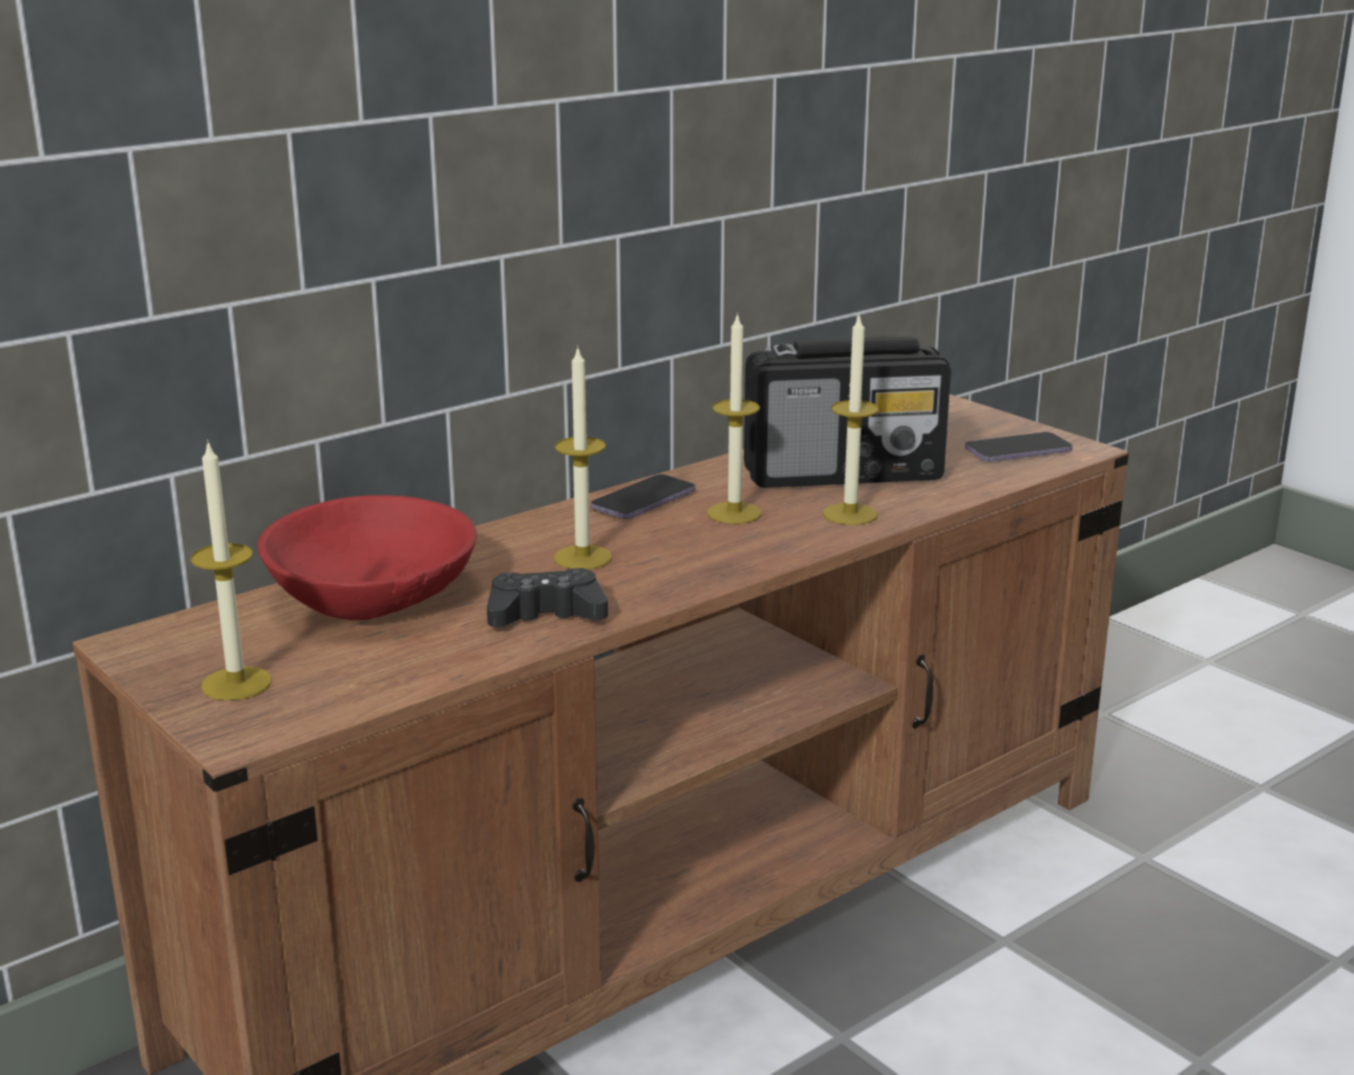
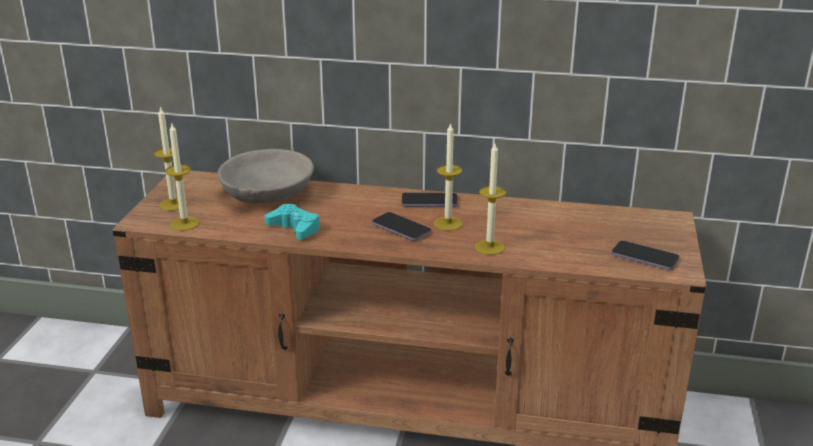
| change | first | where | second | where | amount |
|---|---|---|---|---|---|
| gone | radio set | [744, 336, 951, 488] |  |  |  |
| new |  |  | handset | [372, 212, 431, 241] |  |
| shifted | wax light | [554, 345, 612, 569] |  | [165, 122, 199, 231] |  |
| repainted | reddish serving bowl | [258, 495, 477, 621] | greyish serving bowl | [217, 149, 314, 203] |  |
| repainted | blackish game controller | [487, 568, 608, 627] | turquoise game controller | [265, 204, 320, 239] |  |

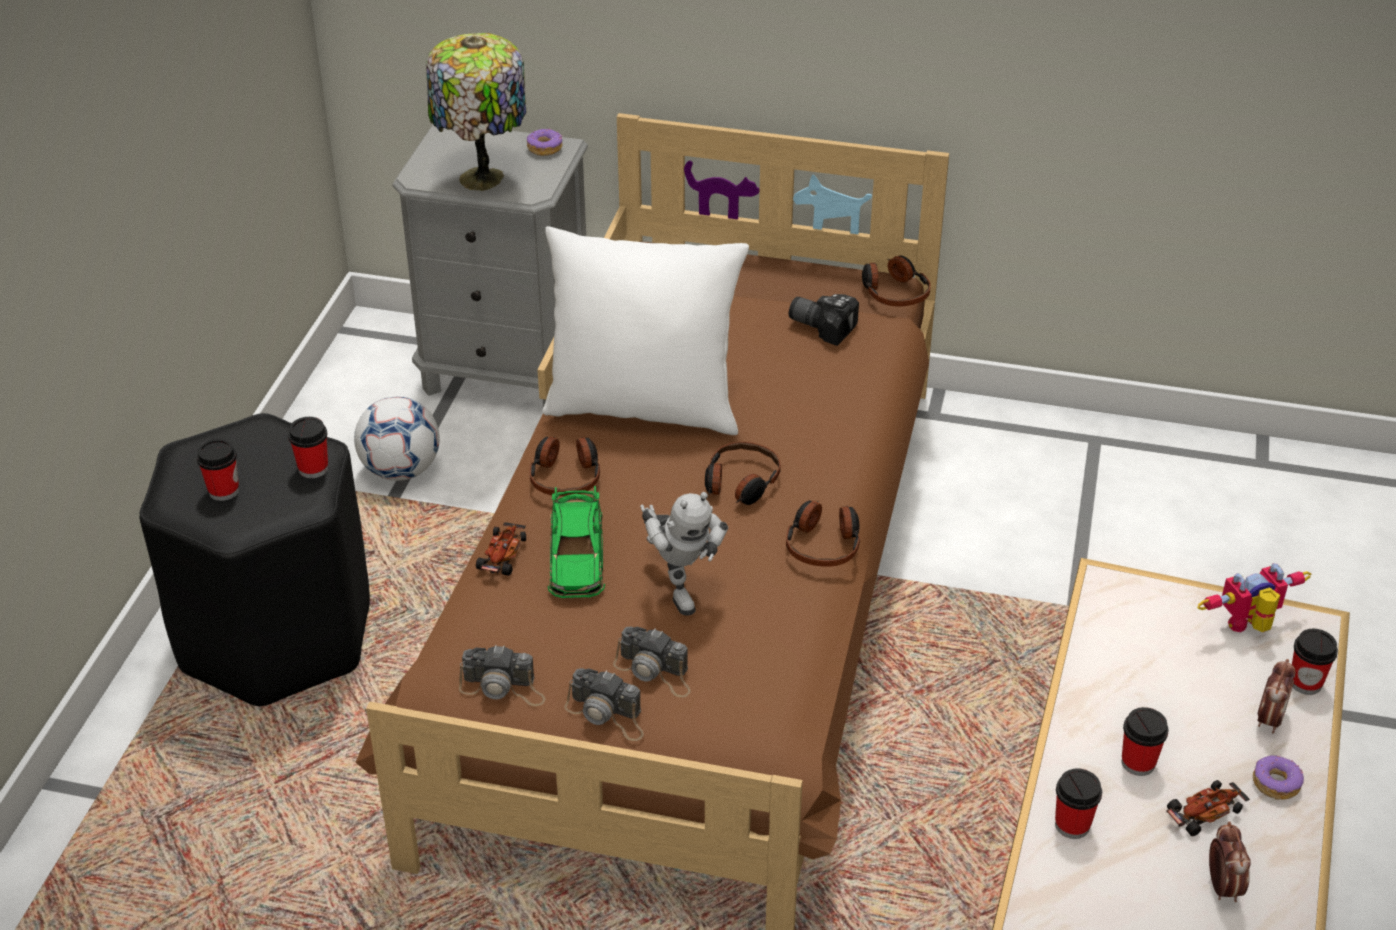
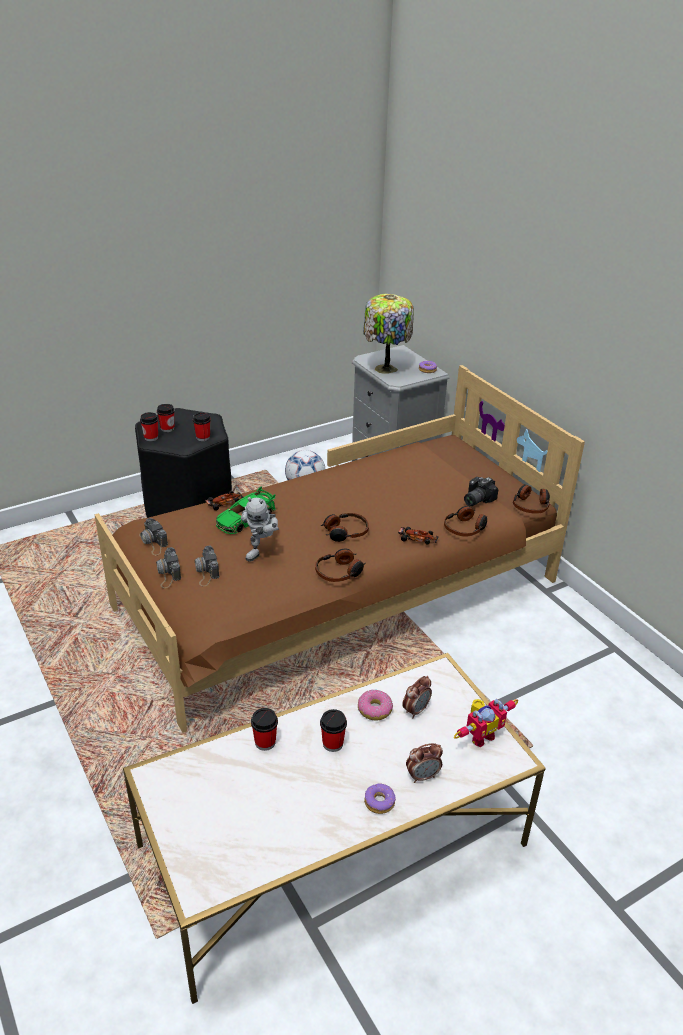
| change | first | where | second | where | amount |
|---|---|---|---|---|---|
| gone | whitish pillow | [542, 226, 749, 435] |  |  |  |
| new |  |  | donut | [358, 690, 393, 721] |  |
| shifted | headset | [530, 437, 600, 496] |  | [444, 506, 487, 537] |  |
| shifted | model car | [1167, 780, 1250, 836] |  | [398, 527, 439, 544] |  |
| shifted | bedside clock | [1209, 821, 1251, 902] |  | [402, 676, 432, 718] |  |
| shifted | cup | [1292, 629, 1338, 695] |  | [140, 412, 158, 442] |  |
| rotated | still camera | [789, 294, 859, 346] |  | [464, 477, 498, 506] | 120 degrees counterclockwise |
| rotated | toy robot | [1197, 563, 1311, 632] |  | [454, 699, 519, 747] | 120 degrees clockwise |

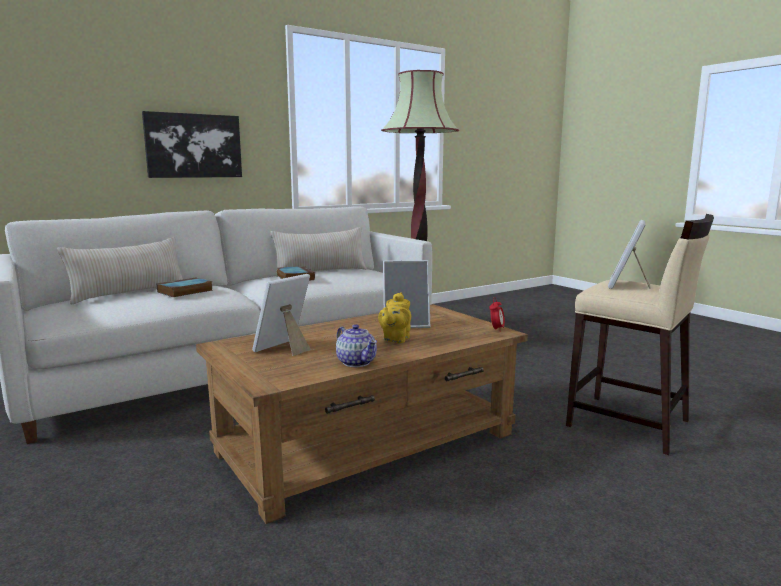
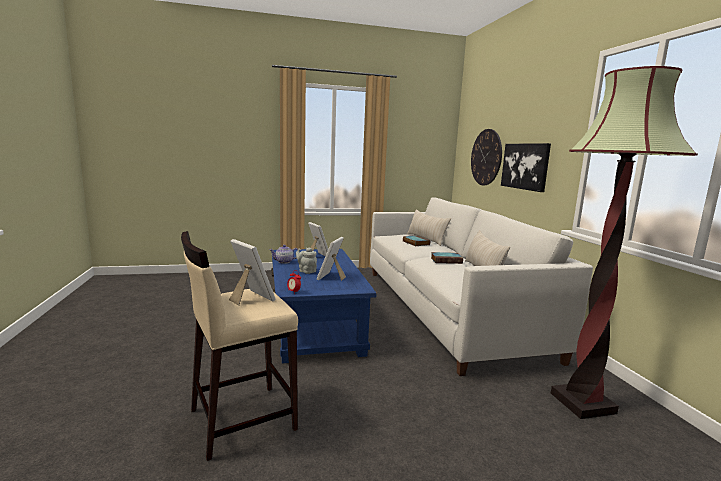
| change | first | where | second | where | amount |
|---|---|---|---|---|---|
| new |  |  | hanging clock | [471, 129, 502, 185] |  |
| repainted | brown-coloured low table | [196, 304, 528, 524] | blue-coloured low table | [271, 249, 377, 363] |  |
| repainted | yellow teapot | [378, 292, 411, 343] | greyish teapot | [296, 247, 317, 274] |  |

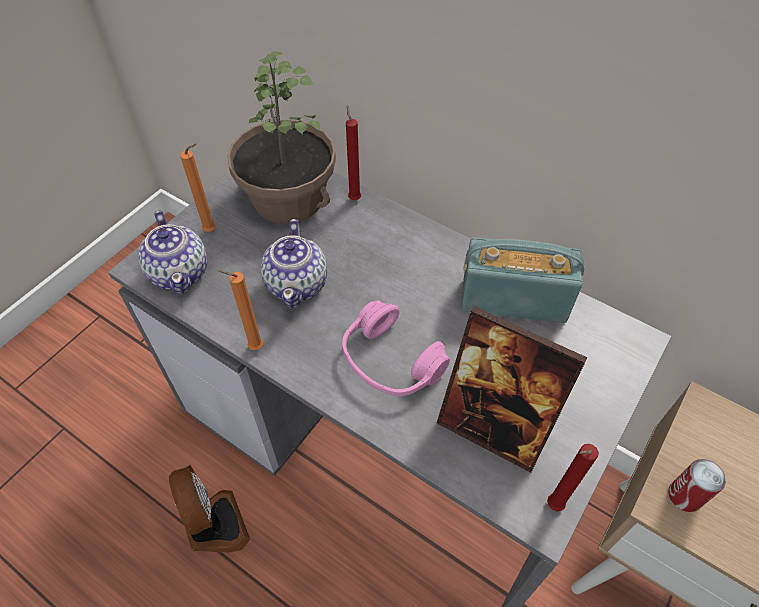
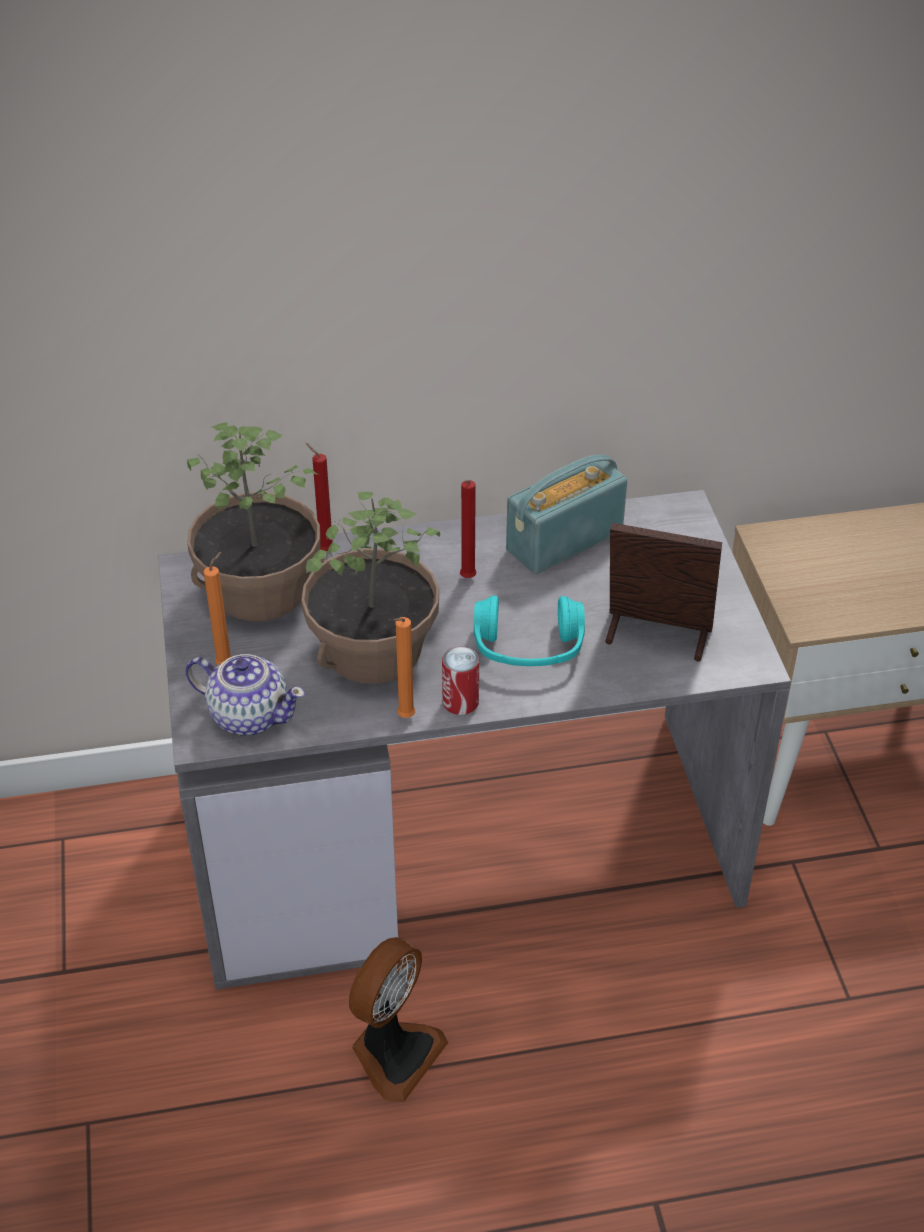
| change | first | where | second | where | amount |
|---|---|---|---|---|---|
| shifted | reddish wax light | [547, 444, 599, 512] |  | [460, 480, 477, 578] |  |
| shifted | metal can | [668, 459, 726, 512] |  | [442, 646, 479, 715] |  |
| swapped | teapot | [261, 219, 327, 308] | potted plant | [301, 492, 440, 684] |  |
| repainted | pinkish headset | [342, 301, 450, 396] | turquoise headset | [473, 596, 585, 666] |  |
| rotated | fan | [169, 465, 250, 553] |  | [349, 937, 448, 1102] | 105 degrees clockwise |
| rotated | standing frame | [437, 306, 587, 473] |  | [605, 523, 722, 661] | 150 degrees counterclockwise |

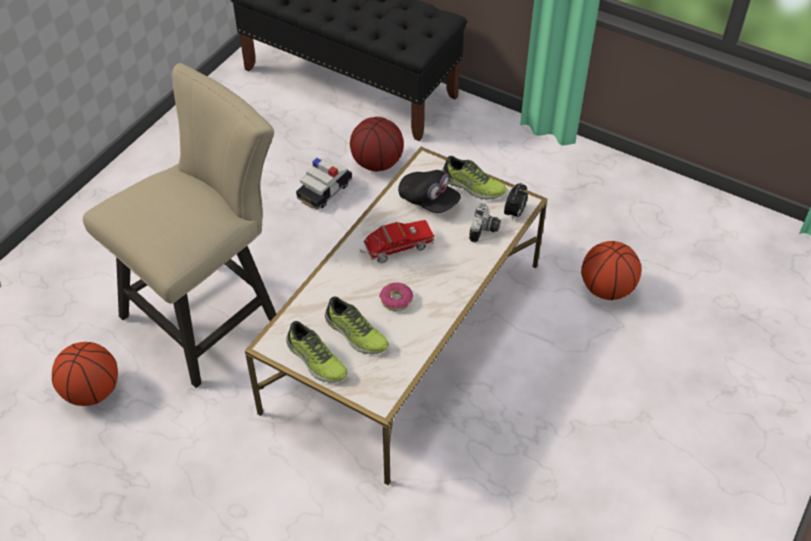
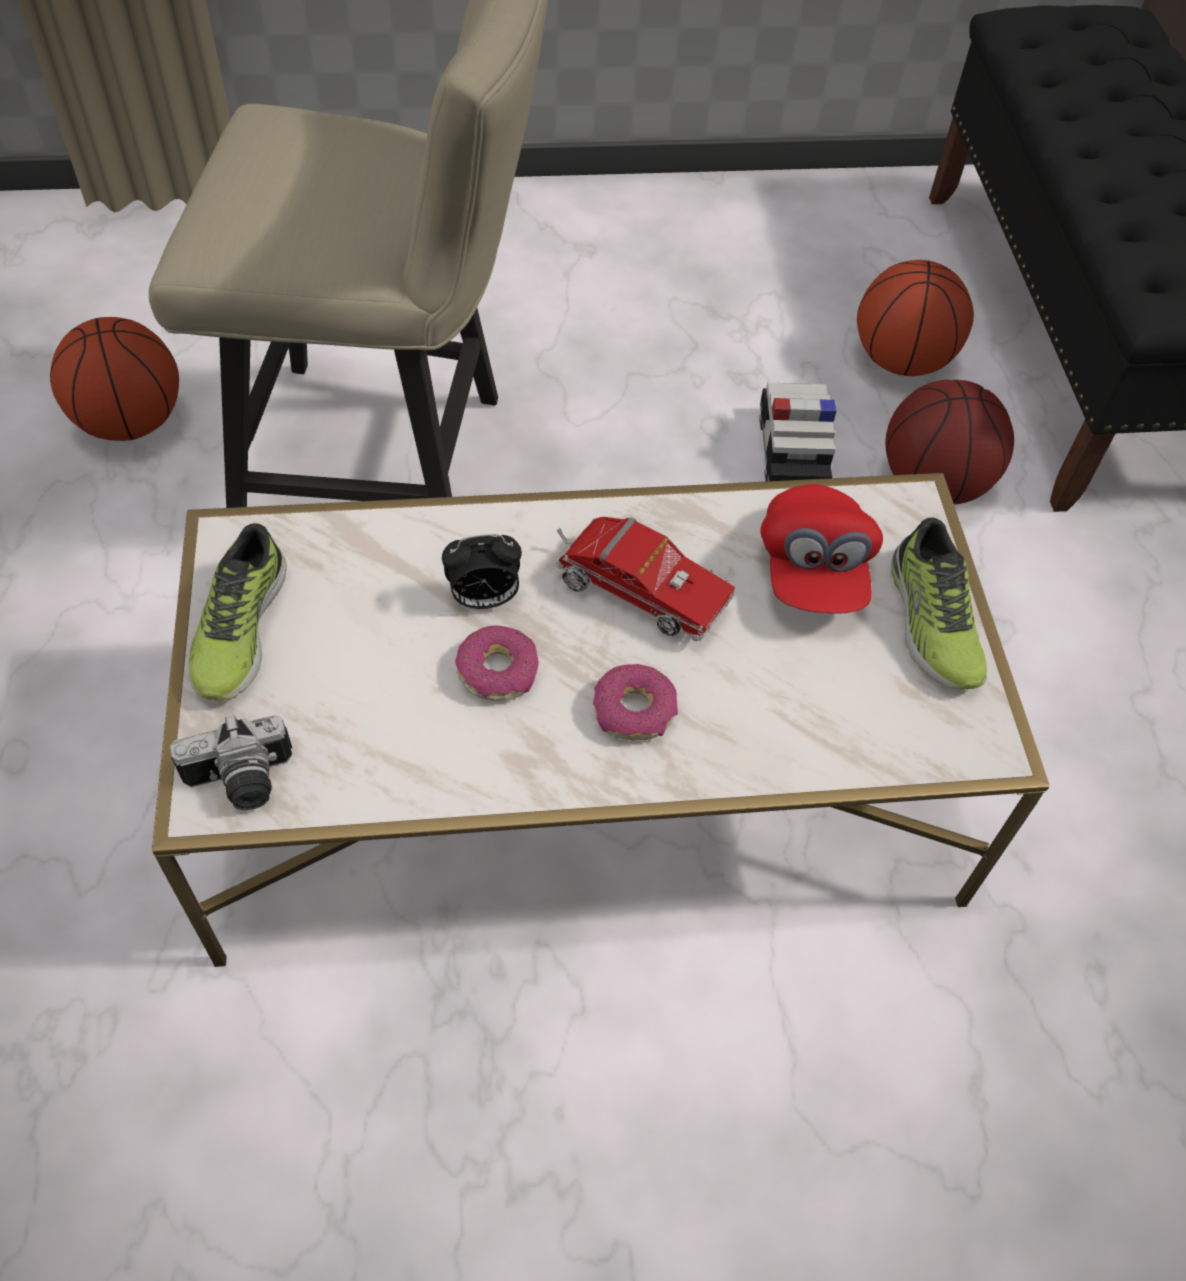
| change | first | where | second | where | amount |
|---|---|---|---|---|---|
| gone | shoe | [325, 297, 389, 354] |  |  |  |
| new |  |  | donut | [593, 664, 678, 741] |  |
| shifted | still camera | [469, 202, 501, 243] |  | [170, 715, 292, 810] |  |
| shifted | bedside clock | [504, 183, 528, 220] |  | [442, 534, 522, 609] |  |
| shifted | basketball ball | [581, 241, 641, 300] |  | [857, 260, 974, 376] |  |
| repainted | blackish cap | [398, 170, 461, 213] | reddish cap | [760, 484, 883, 614] |  |
| rotated | model car | [296, 157, 352, 210] |  | [759, 383, 837, 481] | 90 degrees clockwise |

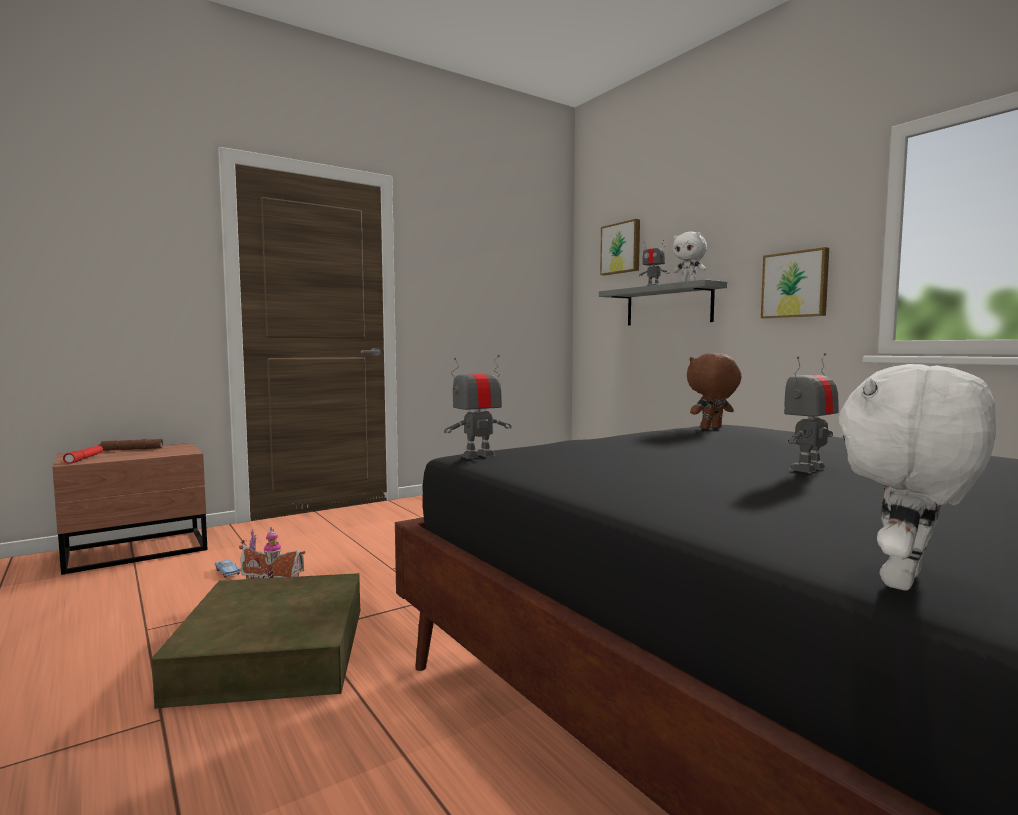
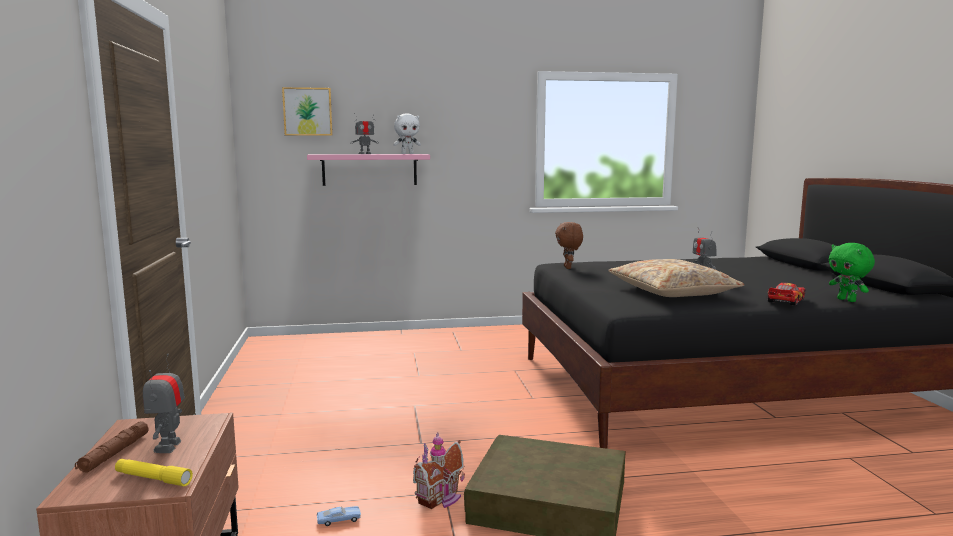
| change | first | where | second | where | amount |
|---|---|---|---|---|---|
| gone | wall art | [761, 247, 829, 318] |  |  |  |
| new |  |  | beige pillow | [608, 259, 745, 297] |  |
| new |  |  | model car | [768, 283, 805, 306] |  |
| shifted | toy robot | [444, 355, 512, 459] |  | [143, 354, 185, 453] |  |
| repainted | reddish hand torch | [63, 446, 103, 464] | yellow hand torch | [115, 459, 193, 486] |  |
| repainted | greyish wall shelf | [599, 279, 727, 326] | pinkish wall shelf | [307, 154, 430, 186] |  |
| repainted | whitish soft toy | [839, 364, 996, 591] | green soft toy | [829, 243, 875, 302] |  |

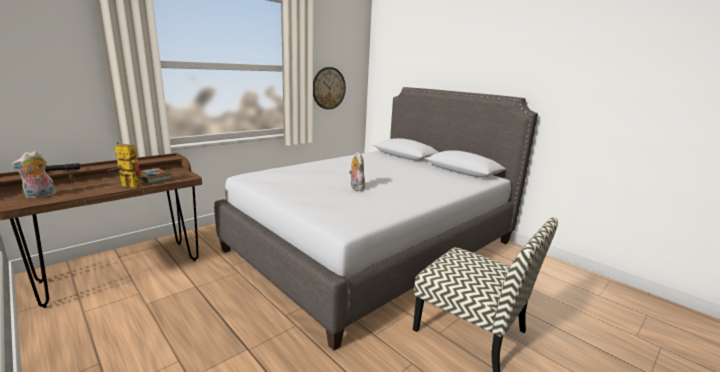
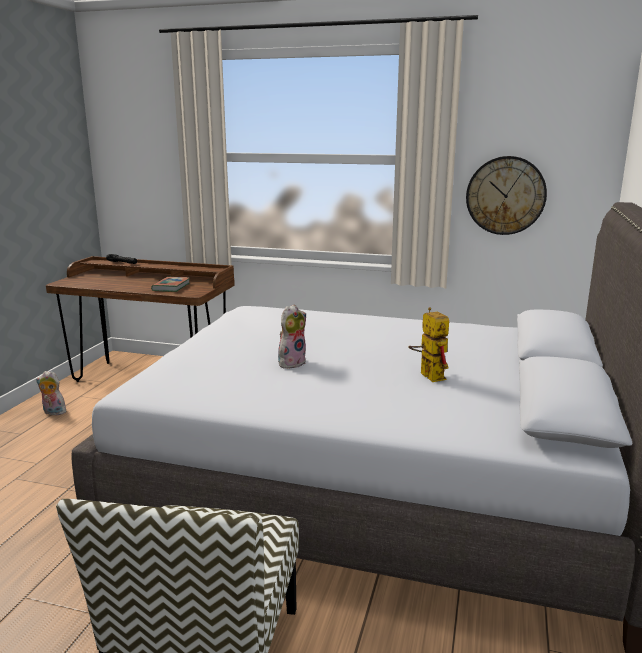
| change | first | where | second | where | amount |
|---|---|---|---|---|---|
| shifted | soft toy | [11, 151, 56, 199] |  | [36, 371, 66, 415] |  |
| shifted | toy robot | [108, 142, 144, 188] |  | [408, 307, 449, 382] |  |

